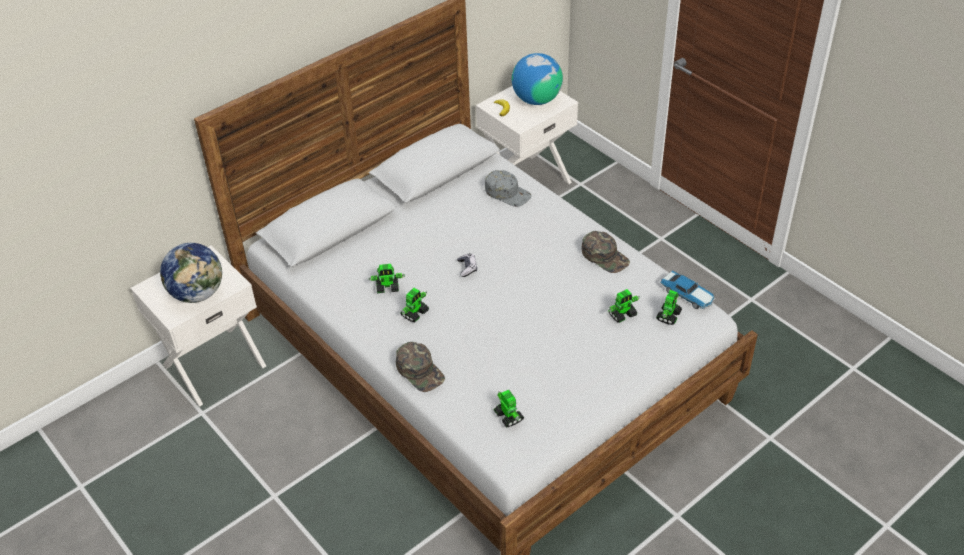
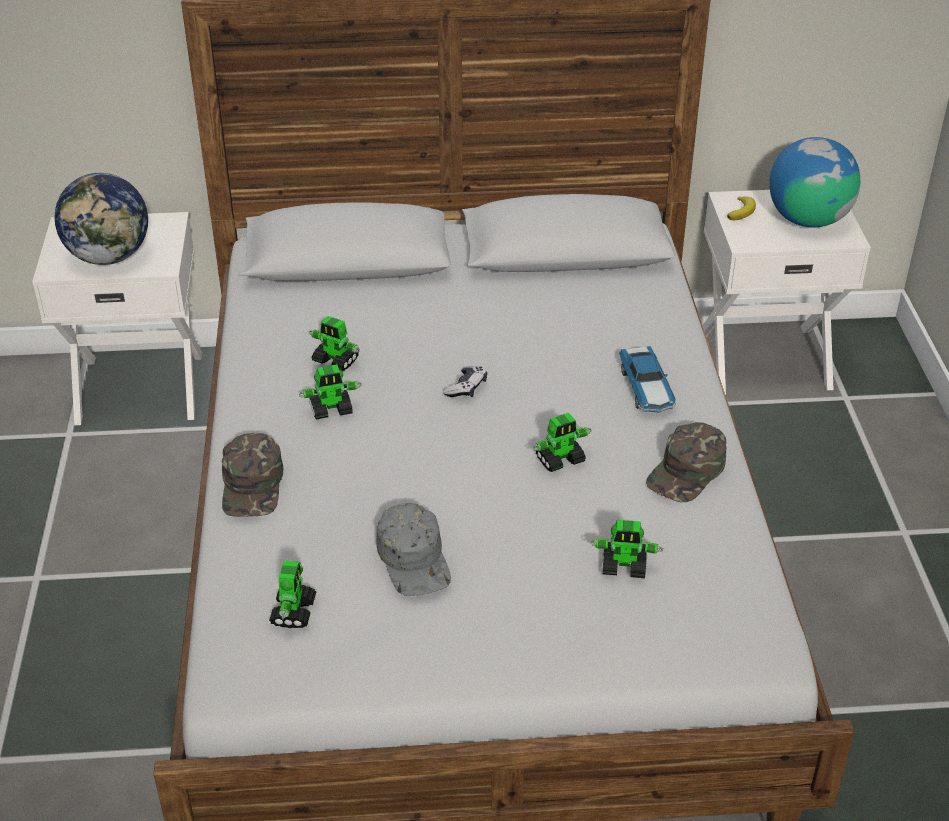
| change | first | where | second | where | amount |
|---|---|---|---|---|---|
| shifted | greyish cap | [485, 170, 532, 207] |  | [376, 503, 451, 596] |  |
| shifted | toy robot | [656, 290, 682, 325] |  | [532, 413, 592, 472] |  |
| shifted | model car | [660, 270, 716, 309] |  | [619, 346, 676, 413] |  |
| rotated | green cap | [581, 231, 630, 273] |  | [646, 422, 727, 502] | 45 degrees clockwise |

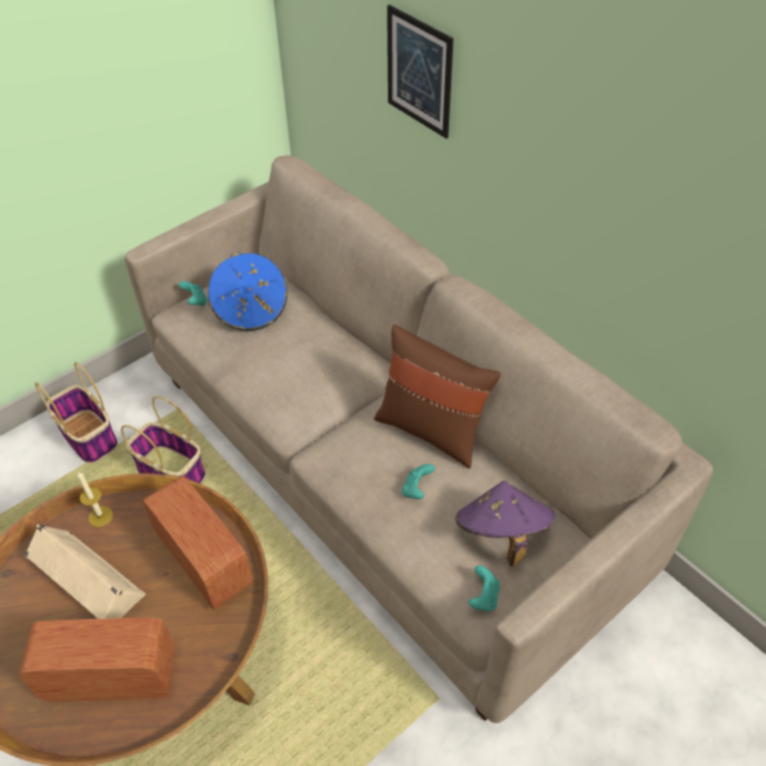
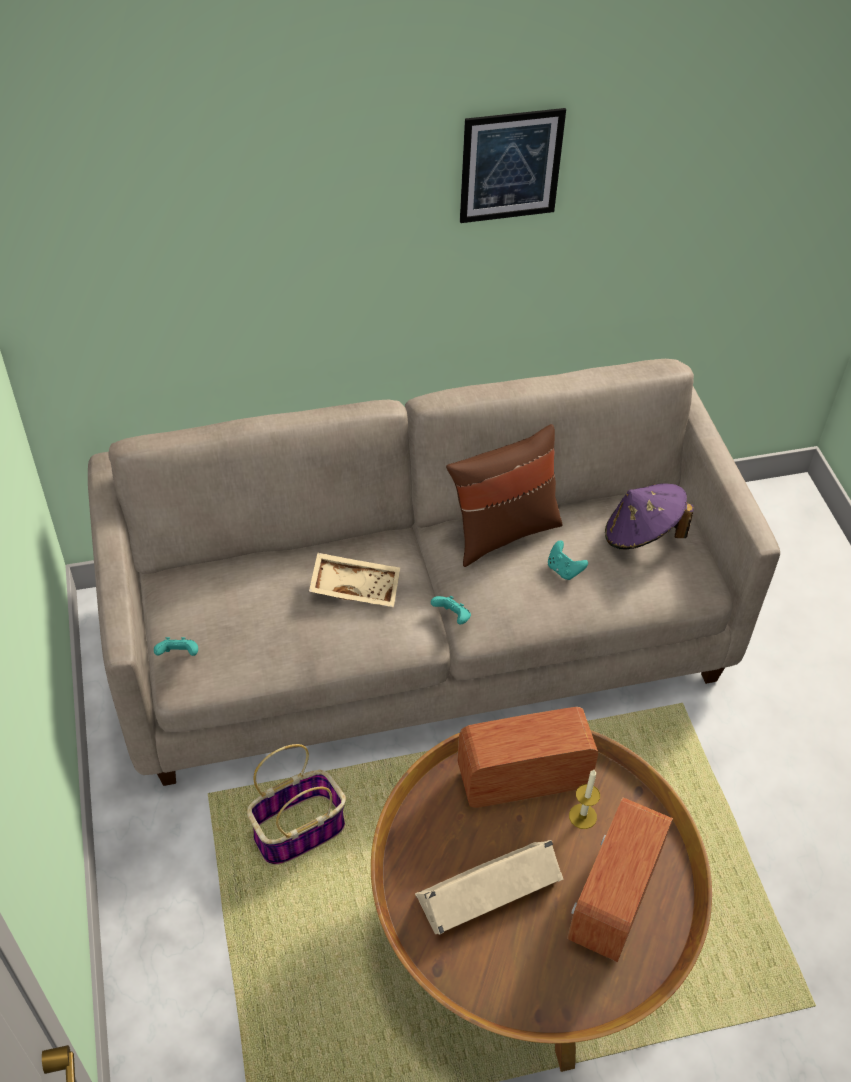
| change | first | where | second | where | amount |
|---|---|---|---|---|---|
| gone | basket | [35, 362, 118, 463] |  |  |  |
| gone | blue-coloured clothing hat | [208, 252, 287, 331] |  |  |  |
| new |  |  | beige tray | [309, 553, 400, 607] |  |
| shifted | wax light | [77, 472, 113, 527] |  | [569, 770, 600, 829] |  |
| shifted | wall art | [387, 5, 454, 139] |  | [460, 108, 566, 223] |  |
| shifted | turquoise game controller | [468, 565, 500, 611] |  | [431, 596, 471, 624] |  |

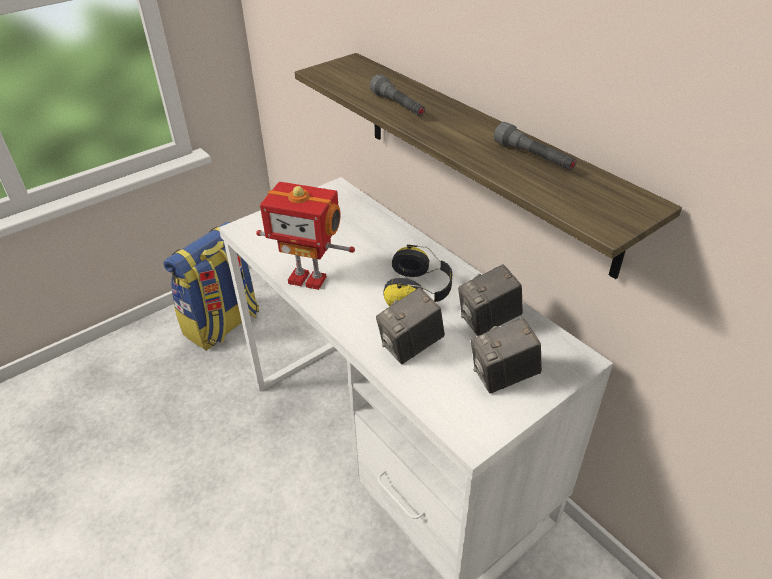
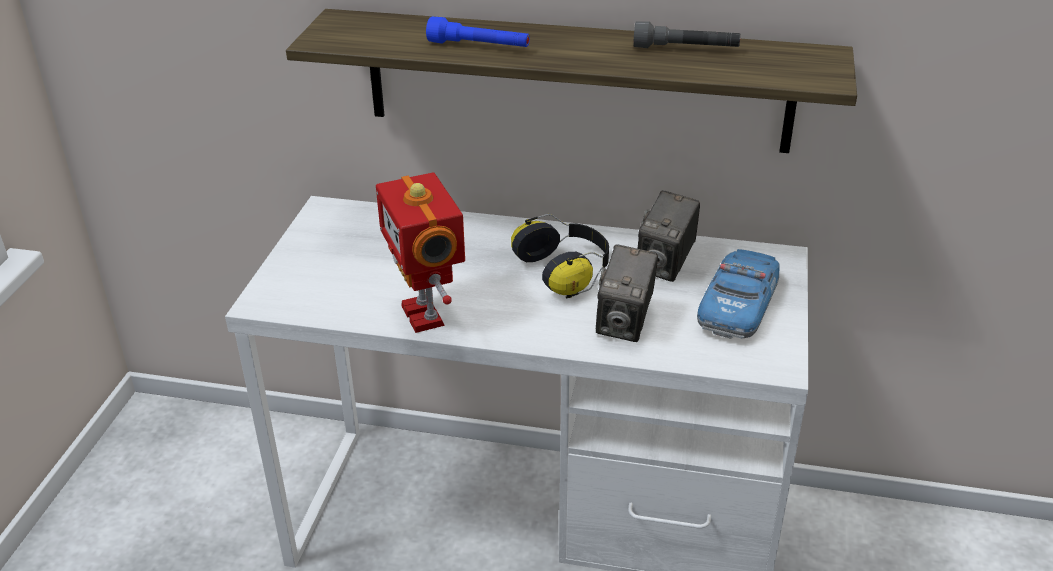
| change | first | where | second | where | amount |
|---|---|---|---|---|---|
| gone | knapsack | [164, 222, 259, 350] |  |  |  |
| swapped | still camera | [471, 318, 542, 393] | model car | [697, 249, 779, 338] |  |
| repainted | greyish hand torch | [370, 74, 425, 116] | blue-coloured hand torch | [426, 17, 530, 47] |  |
| rotated | toy robot | [256, 182, 355, 290] |  | [376, 172, 465, 333] | 90 degrees clockwise |

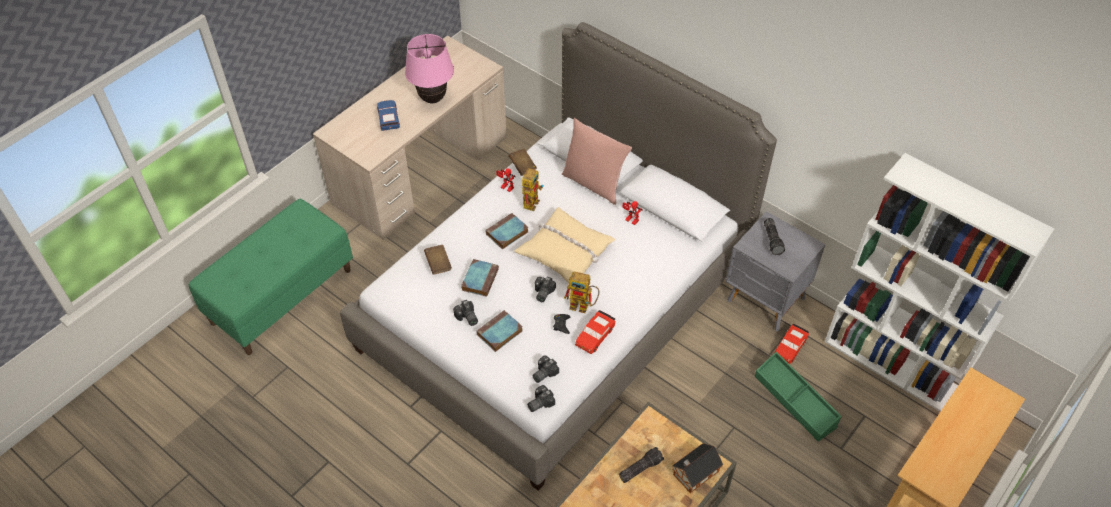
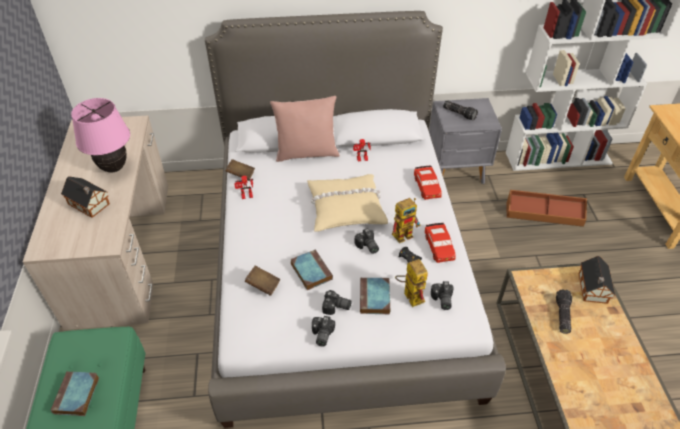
| change | first | where | second | where | amount |
|---|---|---|---|---|---|
| shifted | bound book | [486, 213, 528, 250] |  | [50, 371, 99, 416] |  |
| shifted | toy robot | [522, 166, 544, 211] |  | [395, 256, 428, 307] |  |
| shifted | still camera | [527, 385, 555, 412] |  | [312, 316, 335, 347] |  |
| shifted | reddish model car | [775, 324, 809, 364] |  | [414, 165, 442, 200] |  |
| swapped | blue-coloured model car | [377, 100, 400, 131] | toy house | [61, 176, 110, 218] |  |
| repainted | green storage box | [755, 352, 842, 441] | brown-coloured storage box | [506, 190, 587, 227] |  |

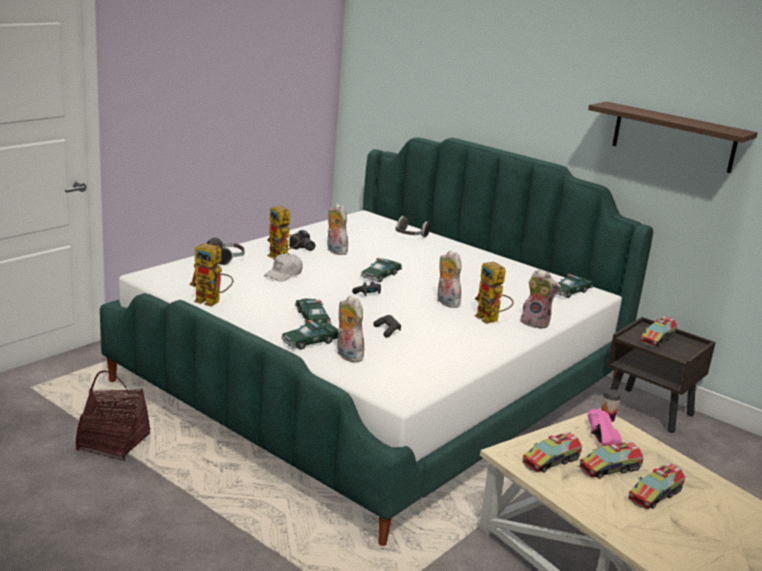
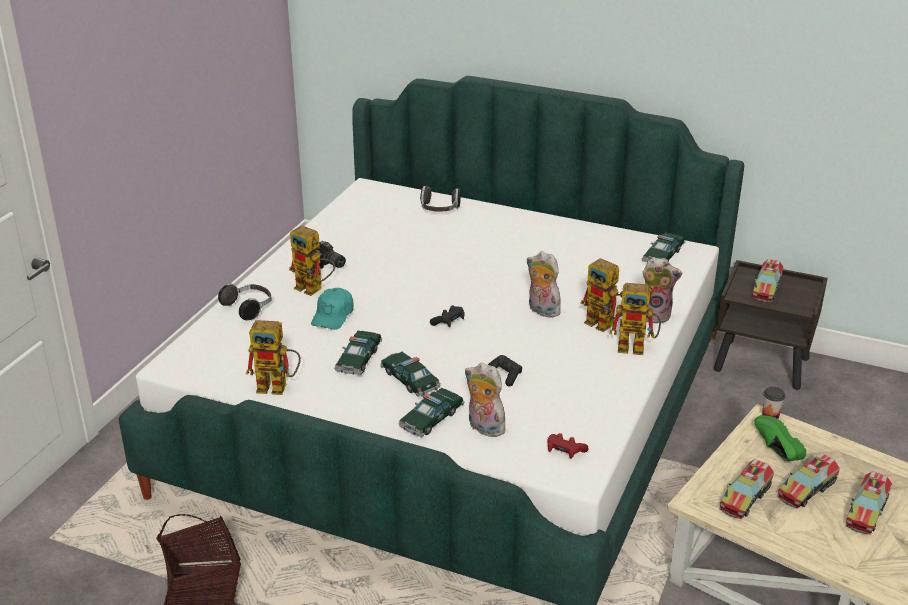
| change | first | where | second | where | amount |
|---|---|---|---|---|---|
| gone | soft toy | [327, 203, 348, 255] |  |  |  |
| gone | wall shelf | [588, 102, 758, 173] |  |  |  |
| new |  |  | reddish game controller | [547, 433, 588, 459] |  |
| new |  |  | toy robot | [610, 283, 661, 355] |  |
| shifted | model car | [360, 258, 402, 282] |  | [334, 331, 382, 375] |  |
| repainted | whitish cap | [264, 253, 303, 282] | turquoise cap | [311, 288, 354, 330] |  |
| repainted | pinkish shoe | [588, 409, 622, 446] | green shoe | [755, 415, 806, 461] |  |

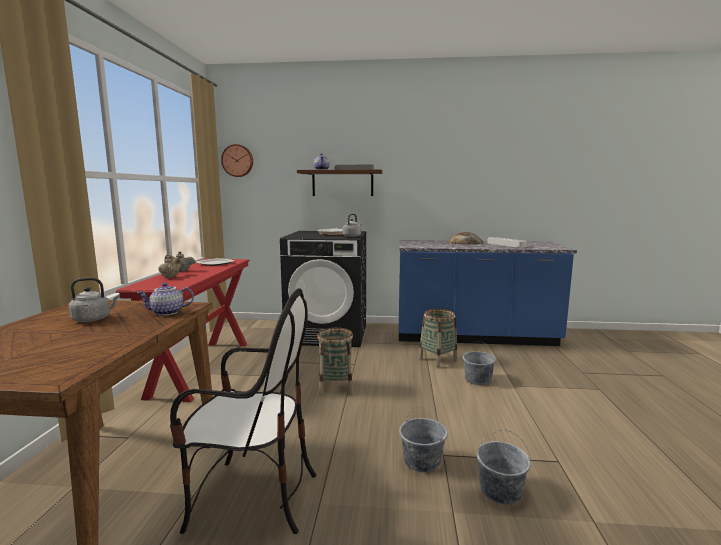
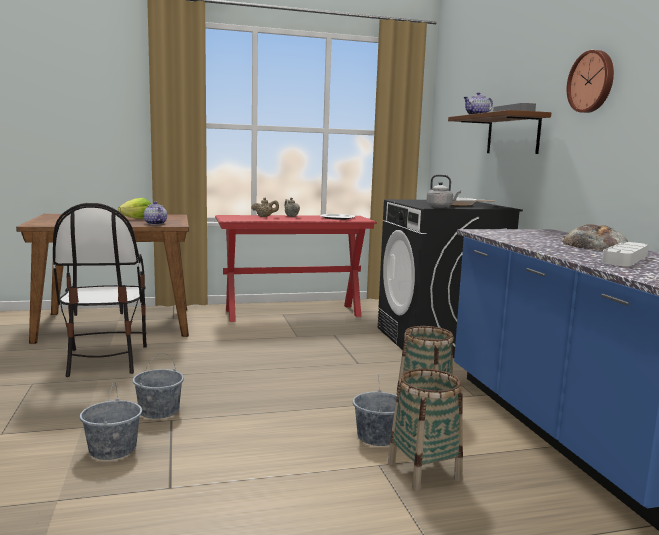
| change | first | where | second | where | amount |
|---|---|---|---|---|---|
| shifted | hanging clock | [221, 144, 253, 177] |  | [567, 50, 614, 113] |  |
| shifted | basket | [317, 328, 353, 396] |  | [388, 369, 463, 491] |  |
| swapped | greyish tea kettle | [68, 278, 120, 322] | lettuce head | [118, 198, 152, 219] |  |

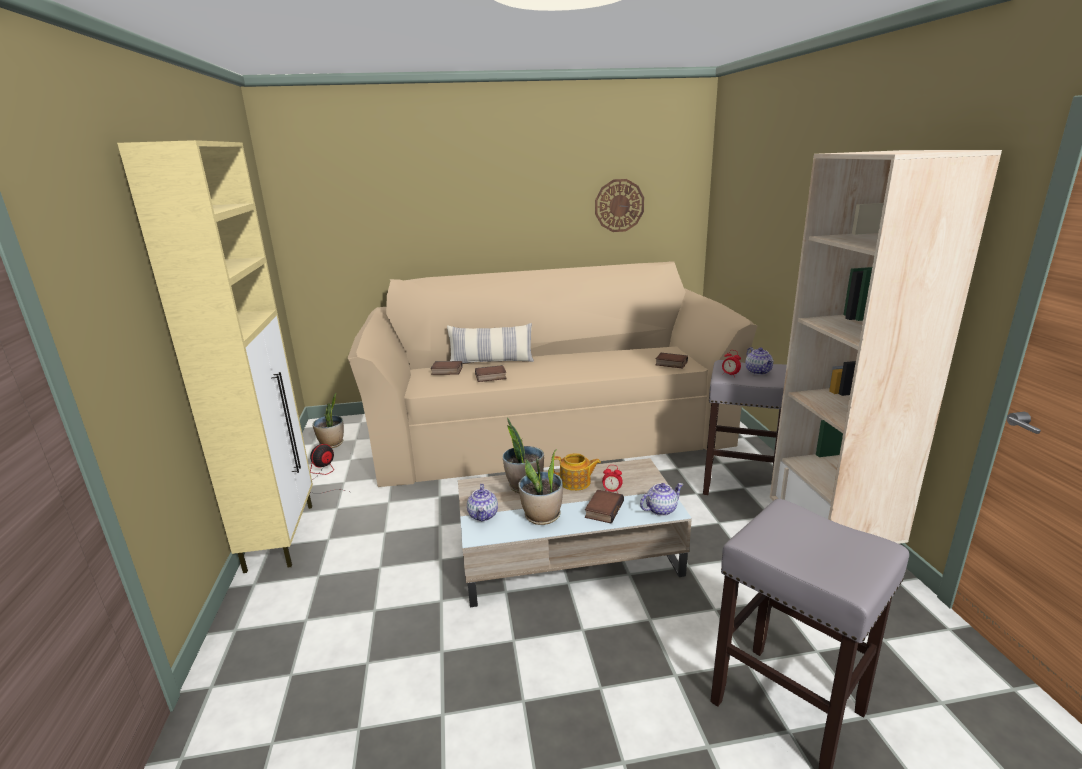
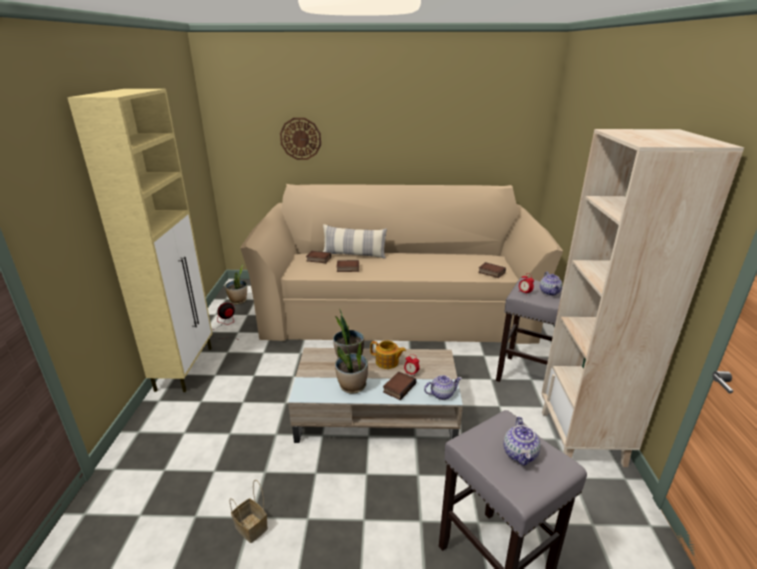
| change | first | where | second | where | amount |
|---|---|---|---|---|---|
| new |  |  | basket | [230, 480, 268, 543] |  |
| shifted | teapot | [467, 484, 498, 522] |  | [504, 417, 541, 466] |  |
| shifted | hanging clock | [595, 179, 644, 232] |  | [280, 118, 321, 160] |  |

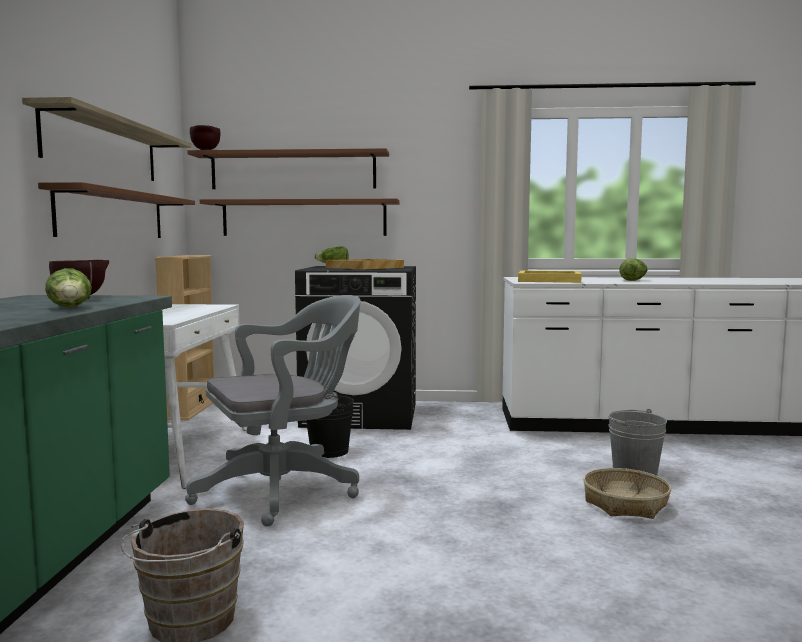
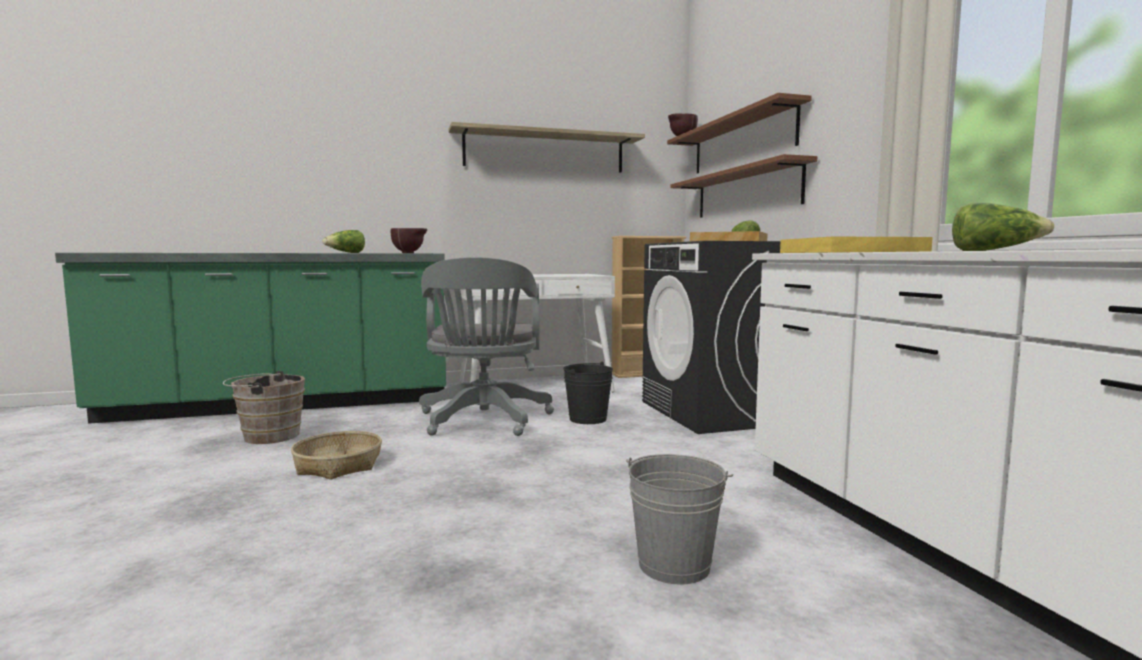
| change | first | where | second | where | amount |
|---|---|---|---|---|---|
| gone | brown-coloured wall shelf | [38, 182, 195, 238] |  |  |  |
| shifted | basket | [583, 468, 671, 519] |  | [291, 431, 382, 480] |  |
| rotated | greyish desk chair | [185, 295, 361, 527] |  | [419, 257, 554, 436] | 45 degrees clockwise |

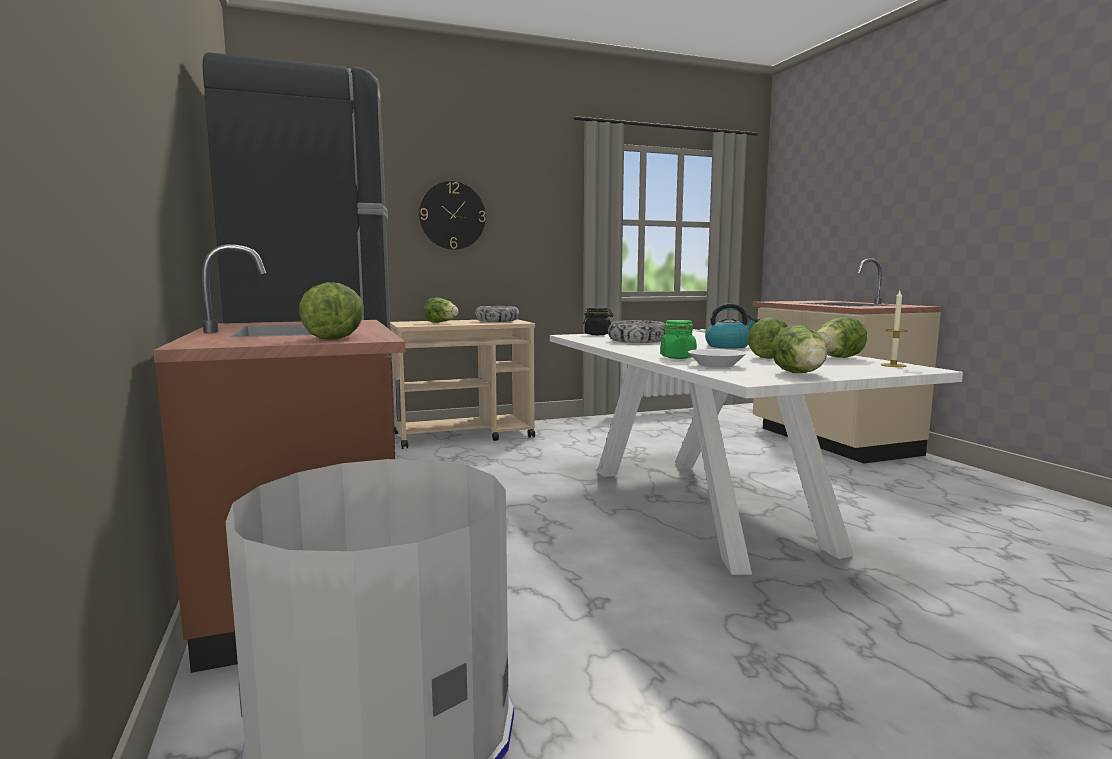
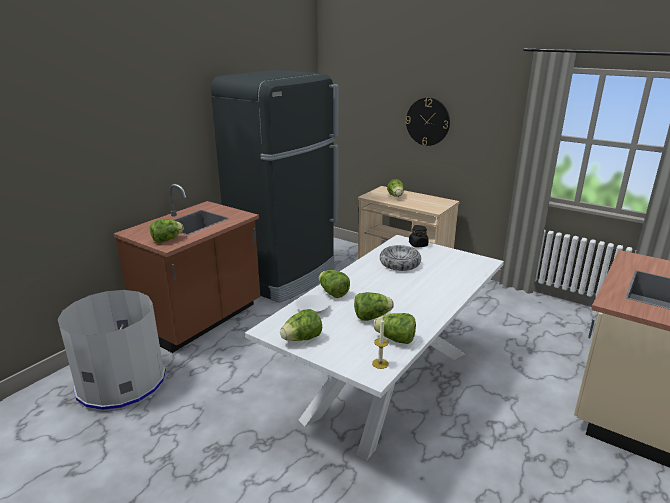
| change | first | where | second | where | amount |
|---|---|---|---|---|---|
| gone | serving bowl | [475, 306, 519, 322] |  |  |  |
| gone | tea kettle | [705, 304, 758, 348] |  |  |  |
| swapped | green jar | [660, 320, 697, 359] | lettuce head | [319, 270, 350, 298] |  |

